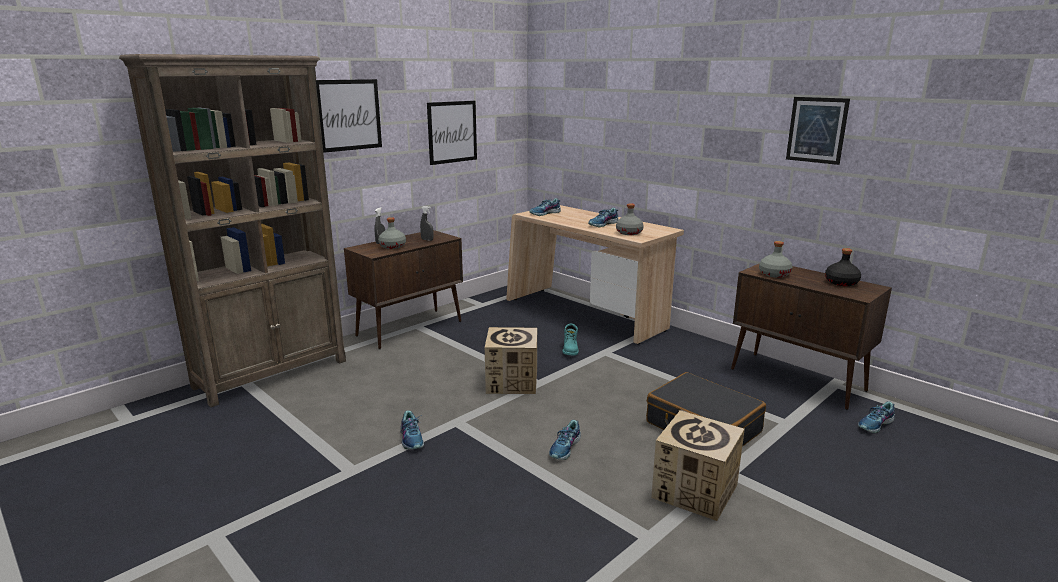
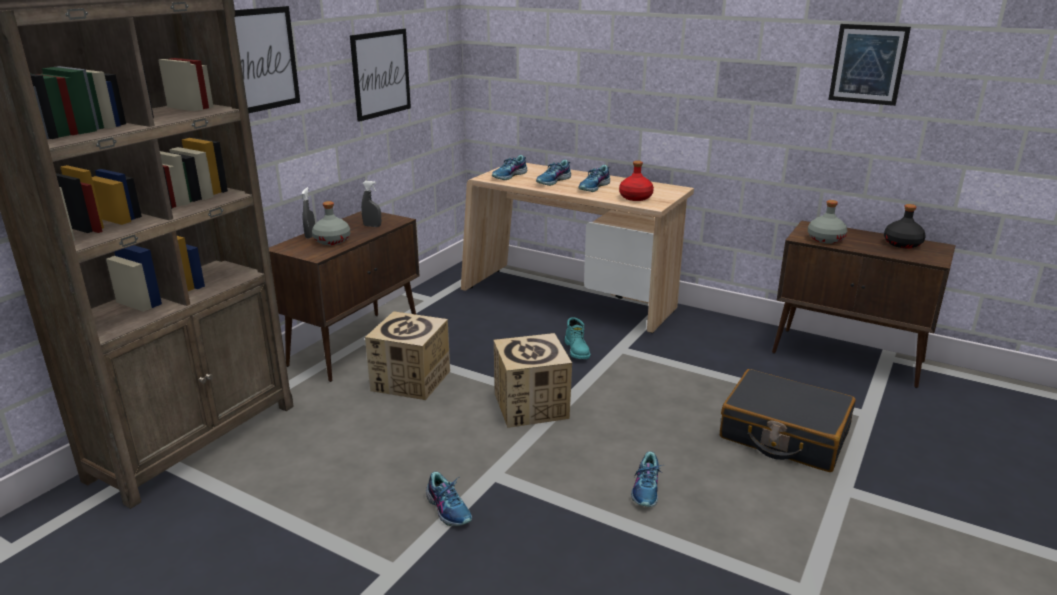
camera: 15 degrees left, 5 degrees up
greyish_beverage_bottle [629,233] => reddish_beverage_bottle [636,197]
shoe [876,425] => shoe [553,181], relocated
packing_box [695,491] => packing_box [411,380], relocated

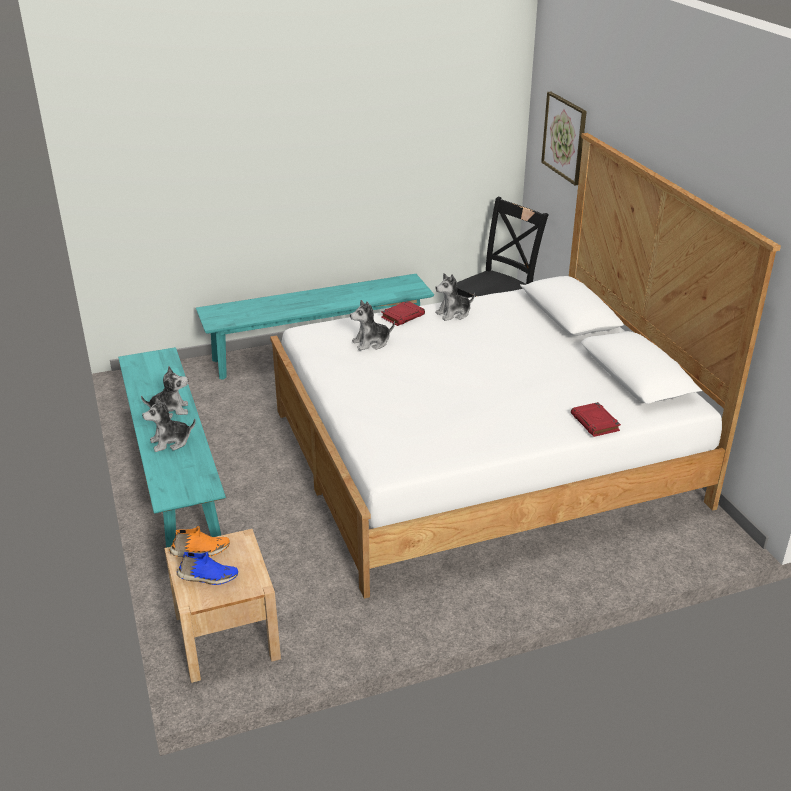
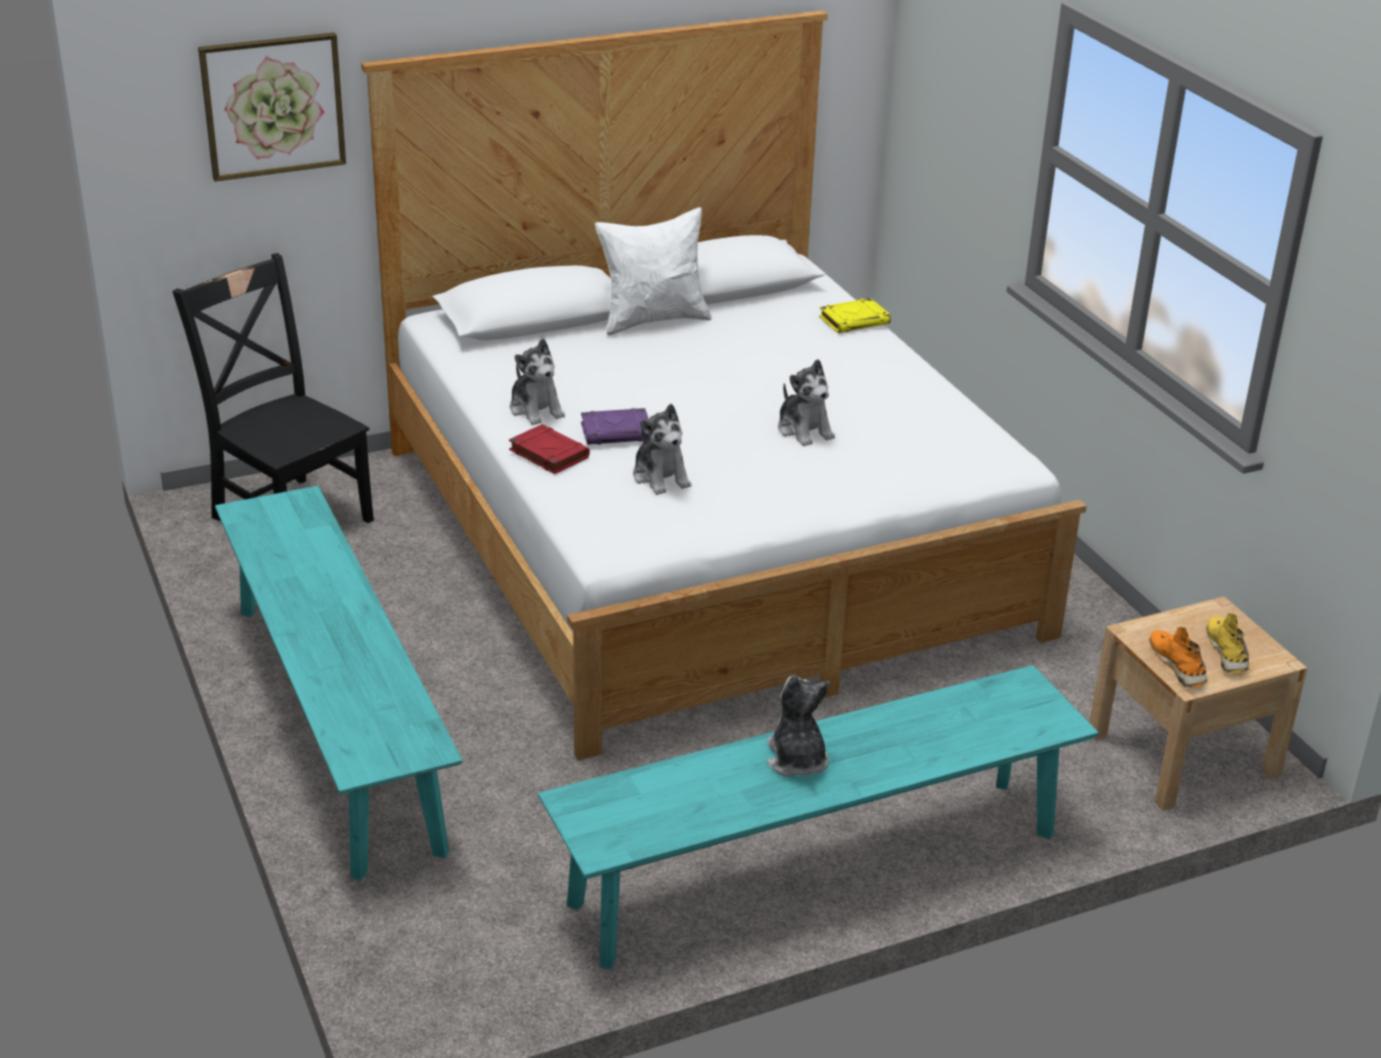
camera: 95 degrees left, 0 degrees up
soft_toy [170,442] => soft_toy [804,430], relocated
reddish_volume [595,423] => yellow-coloured_volume [854,320]
blue-coloured_shoe [208,577] => yellow-coloured_shoe [1227,652]
nothing => whitish_cushion [653,320]
nothing => purple_volume [617,432]

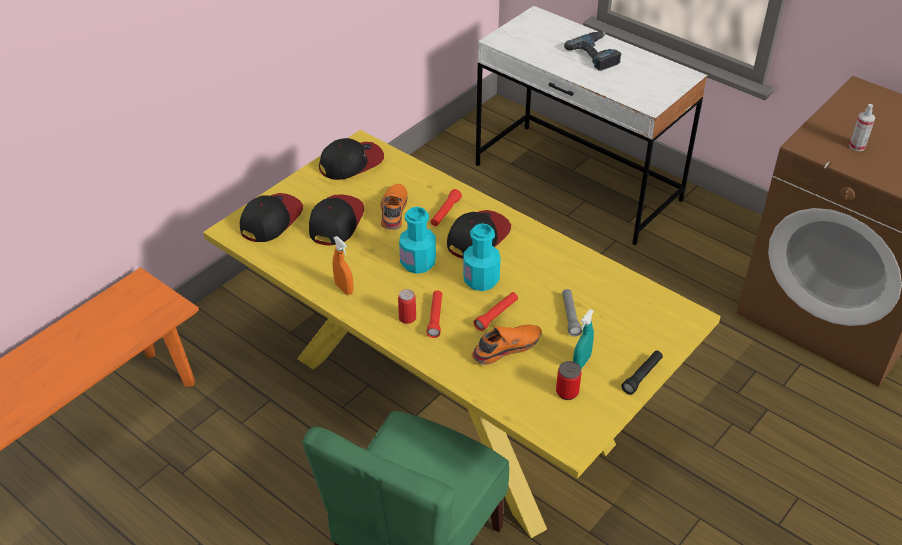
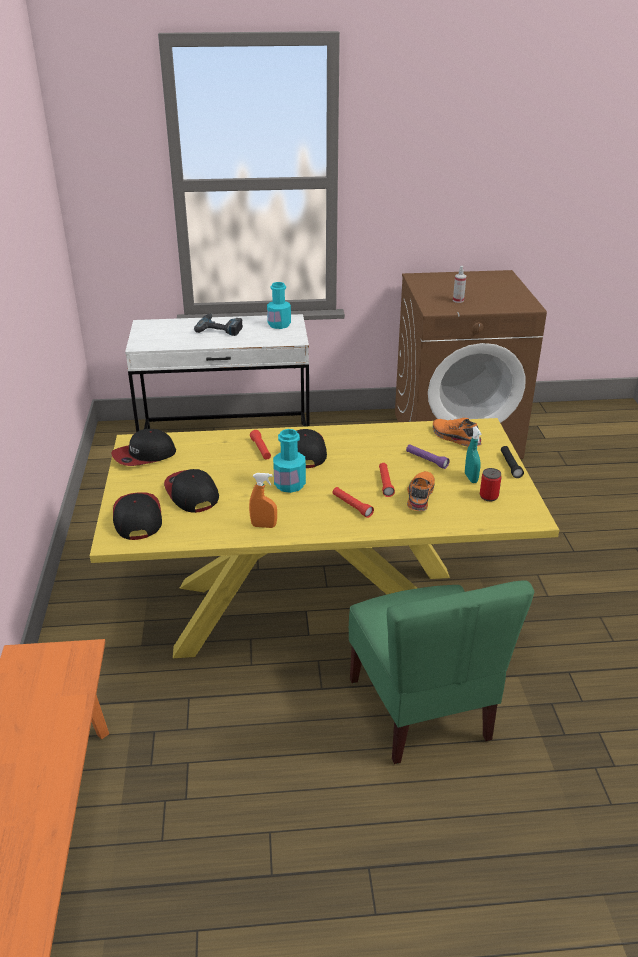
camera: 45 degrees left, 10 degrees down
peaked_cap [351,163] => peaked_cap [144,455], 135 degrees counterclockwise
orange-coloured_shoe [392,211] => orange-coloured_shoe [454,438], relocated
blue-green_beverage_bottle [481,280] => blue-green_beverage_bottle [279,325], relocated
metal_can [407,318] => nothing
greyish_hand_torch [570,316] => purple_hand_torch [426,460]

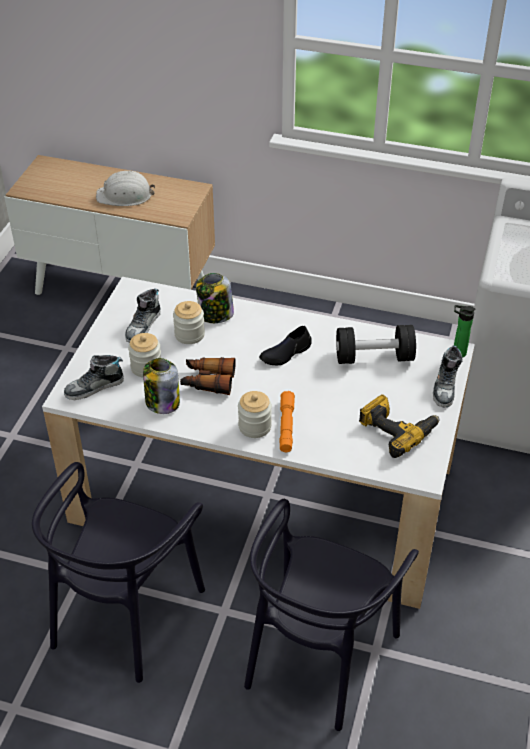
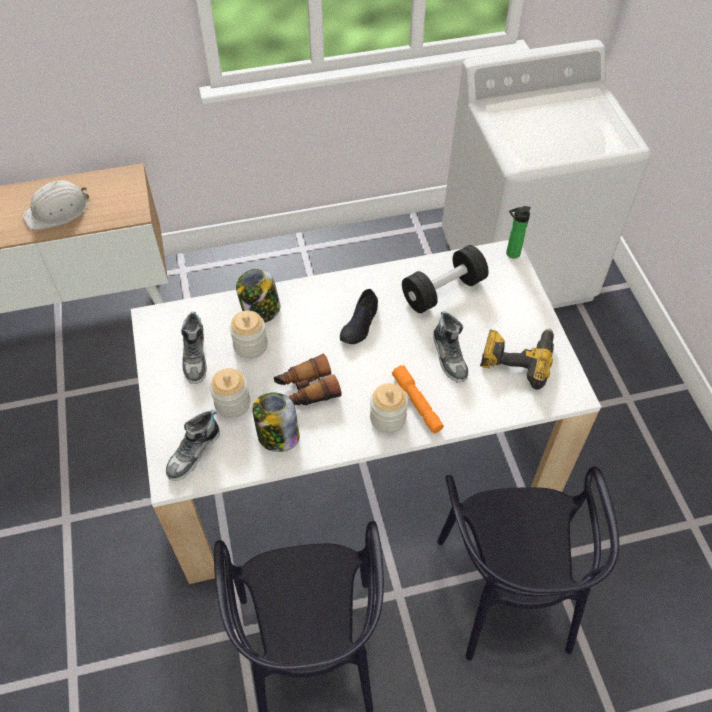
camera: 30 degrees left, 10 degrees up
shoe [445,387] => shoe [449,356], relocated

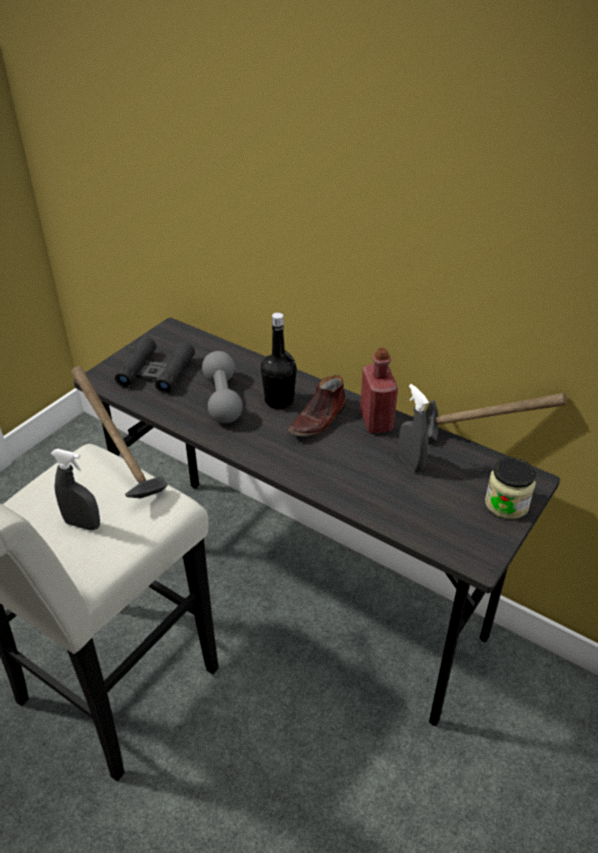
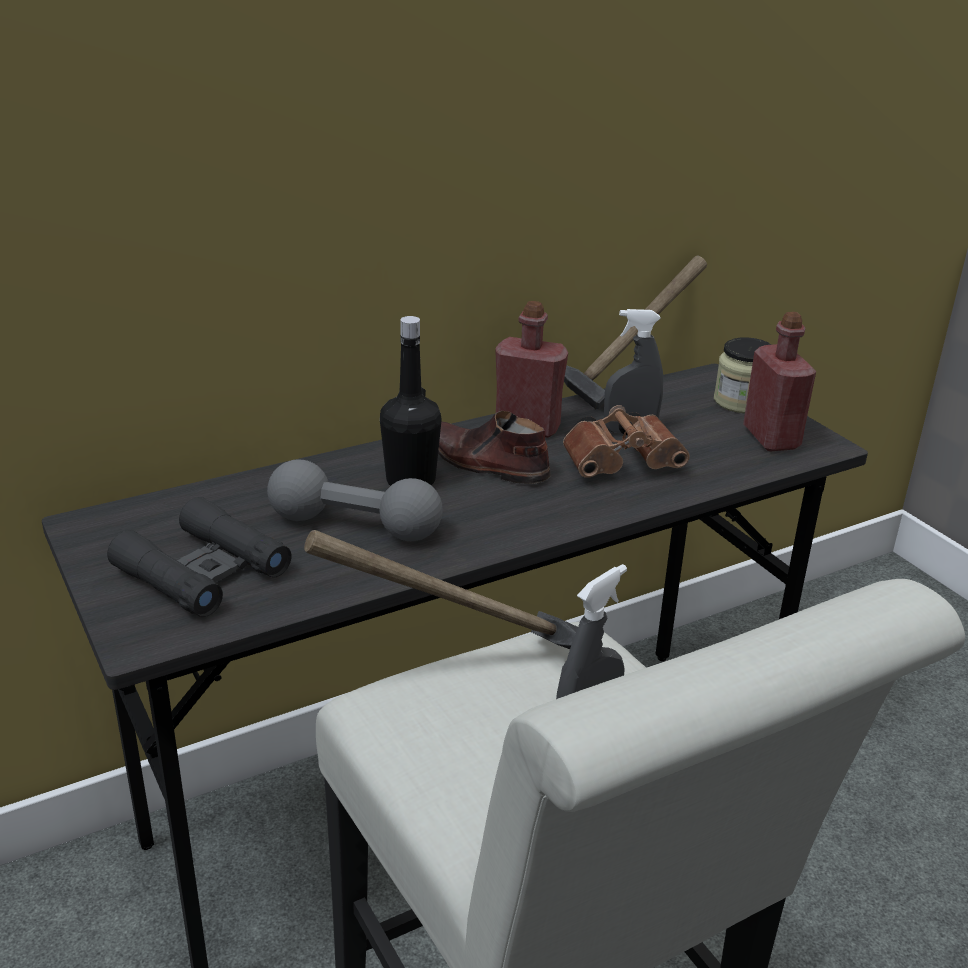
camera: 65 degrees left, 10 degrees down
brown-coloured_shoe [319,420] => brown-coloured_shoe [486,464], 150 degrees clockwise
nothing => reddish_beverage_bottle [771,438]
nothing => brown-coloured_pair_of_binoculars [624,465]

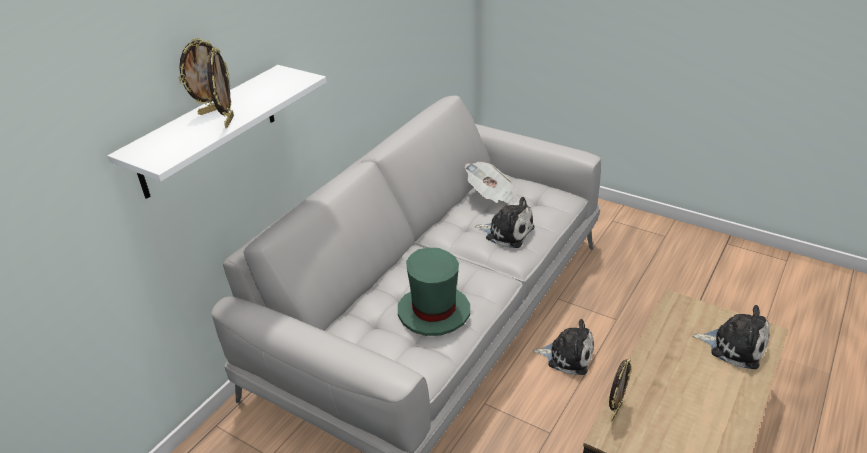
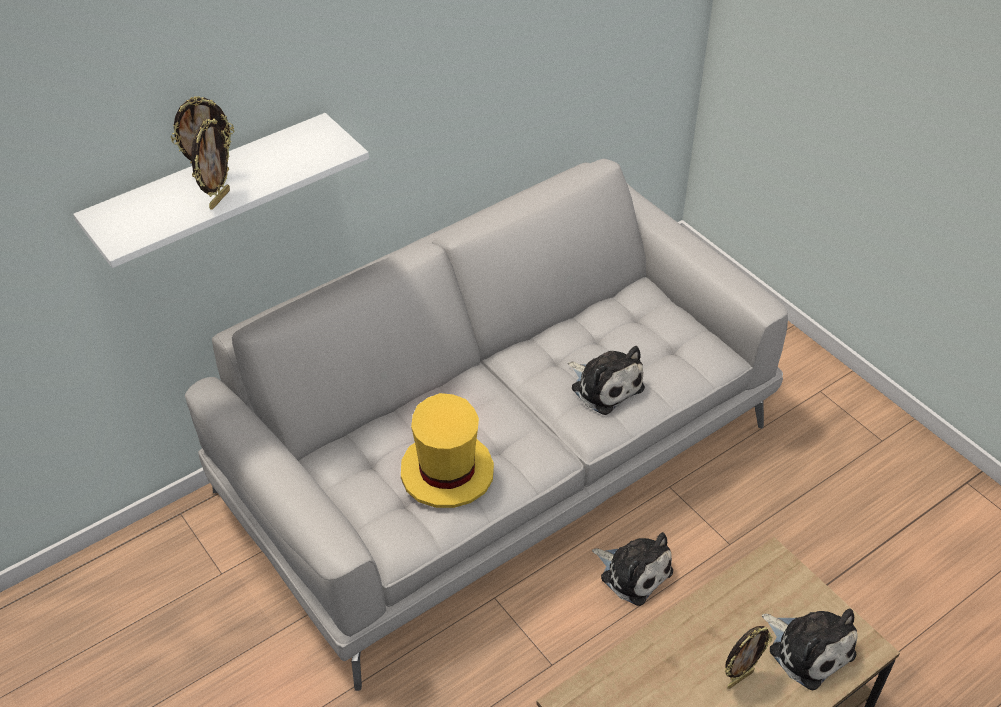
camera: 20 degrees right, 10 degrees up
daily_paper [492,196] => nothing
green_clothing_hat [433,312] => yellow-coloured_clothing_hat [446,472]
picture_frame [615,411] => picture_frame [739,678], relocated

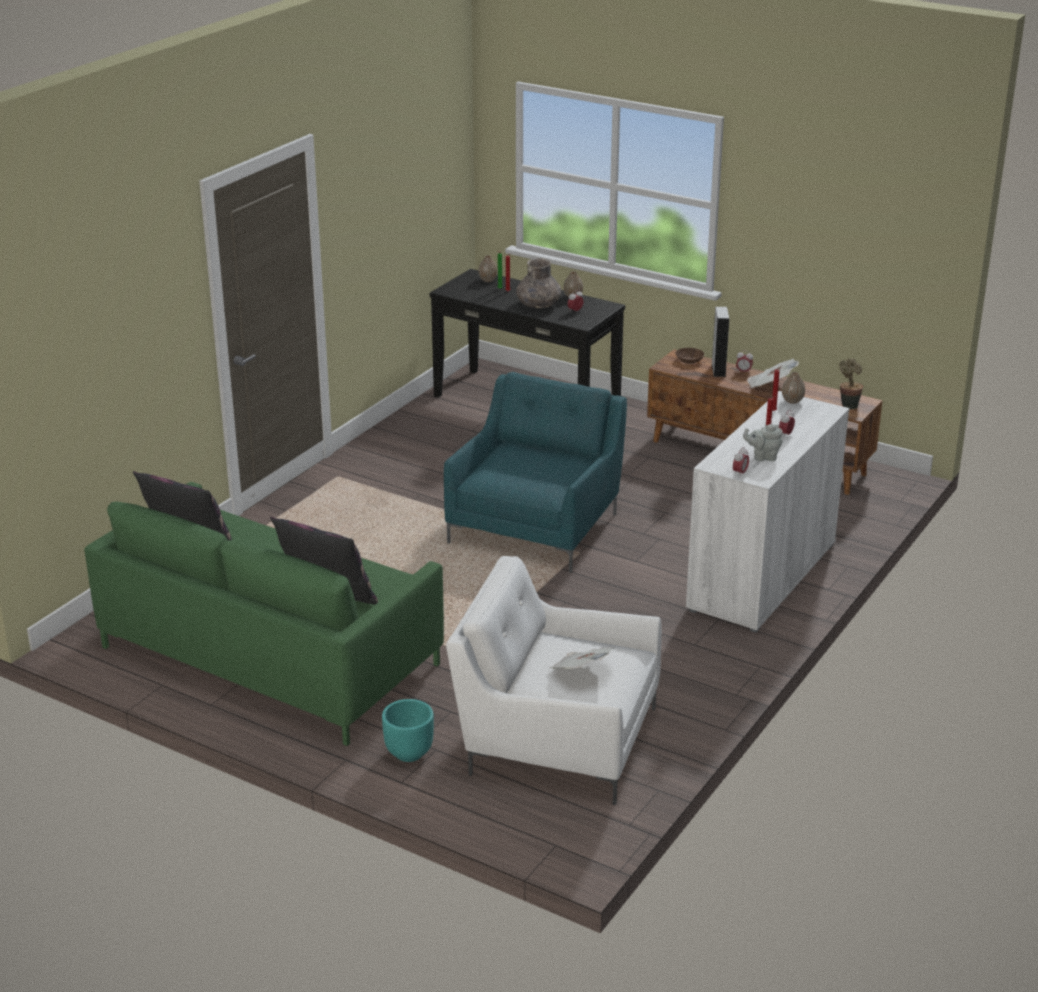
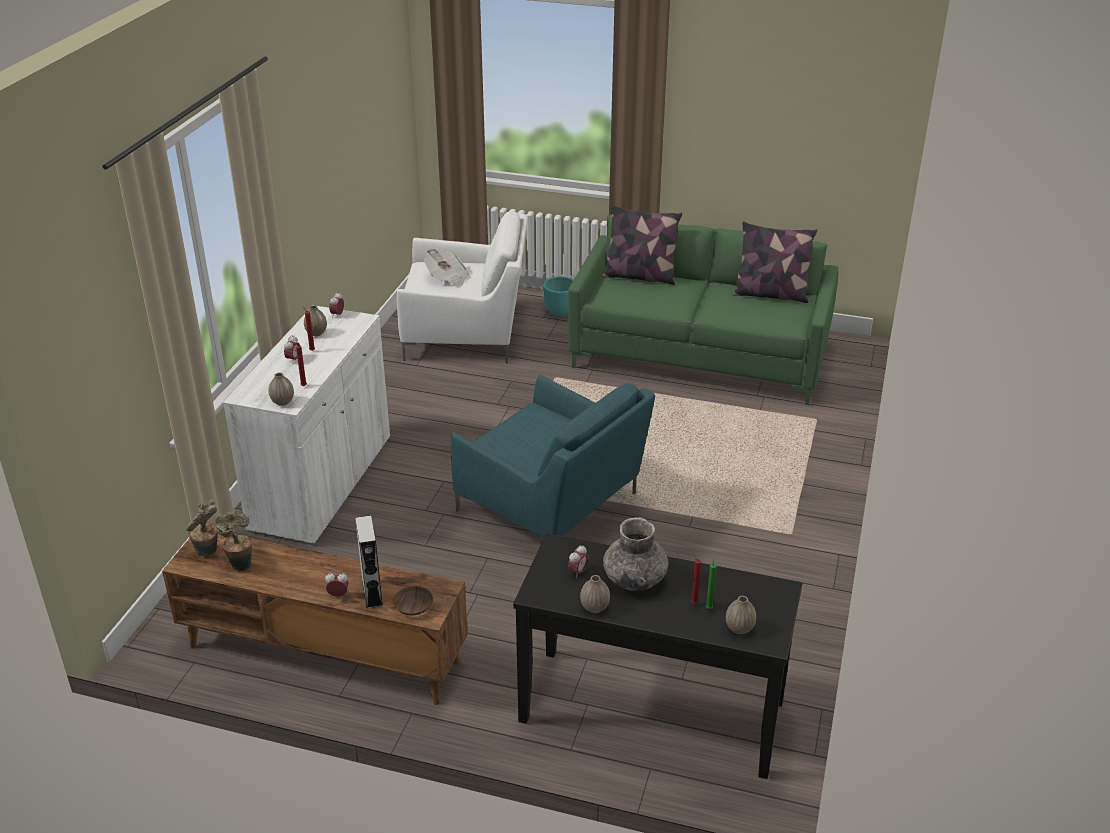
camera: 165 degrees right, 5 degrees up
daily_paper [770,385] => nothing
blue-green_armchair [536,525] => blue-green_armchair [552,506], 60 degrees counterclockwise
greyish_pot_for_tea [763,457] => vase [316,333]
nothing => houseplant [240,563]

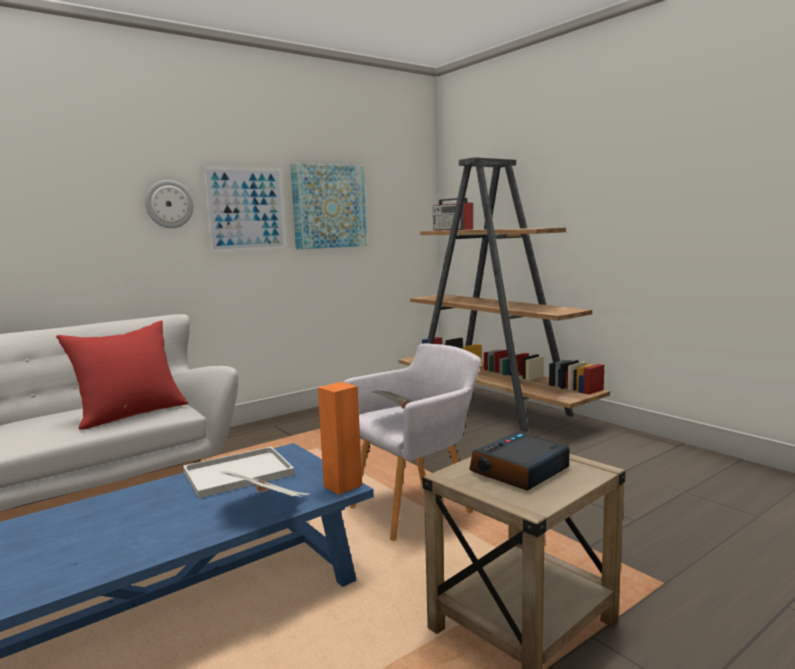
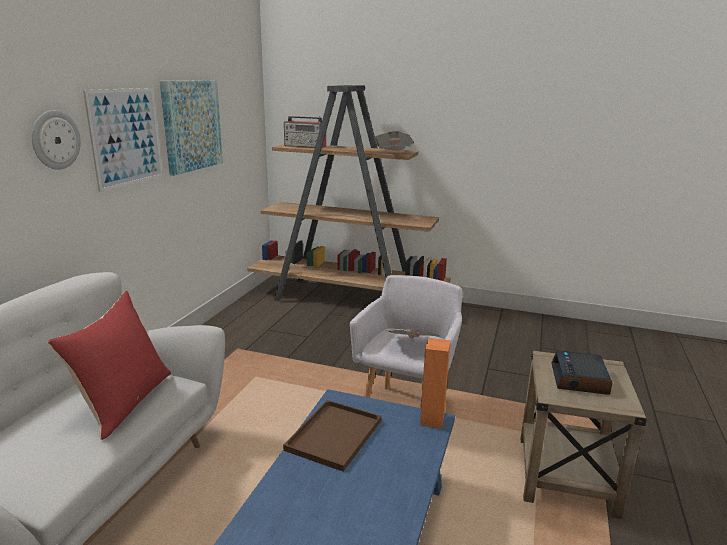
camera: 35 degrees left, 10 degrees up
whitish_serving_tray [240,472] => brown-coloured_serving_tray [334,434]
daily_paper [267,506] => daily_paper [393,153], relocated

